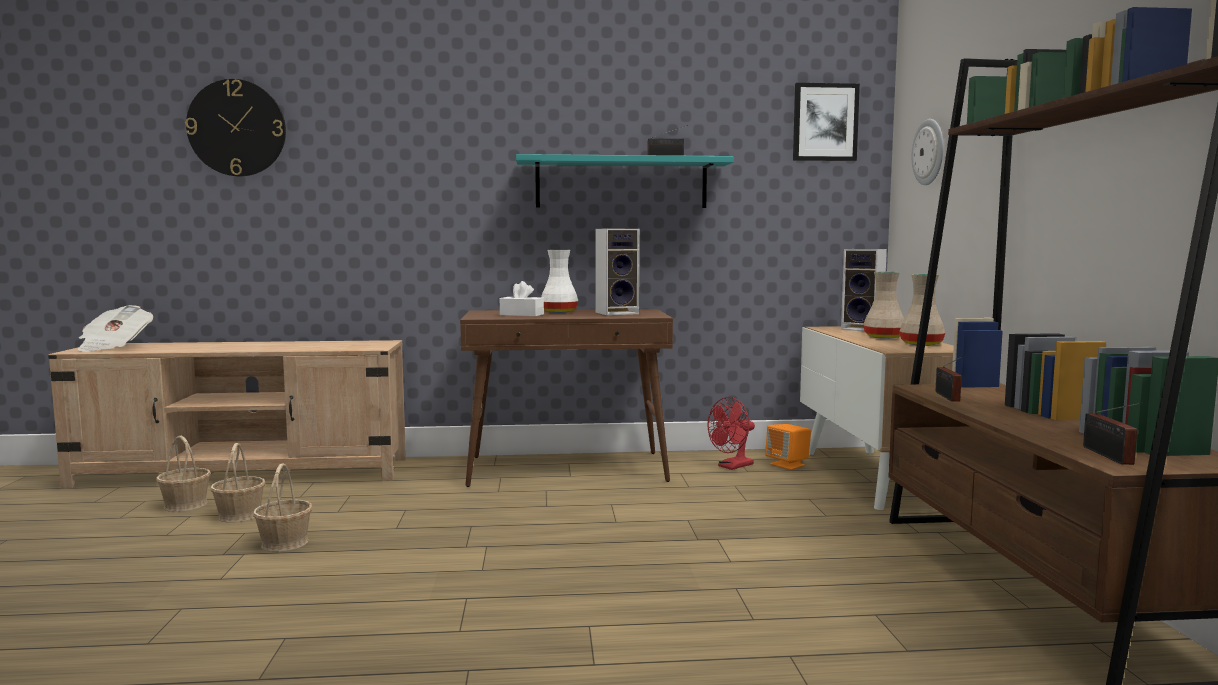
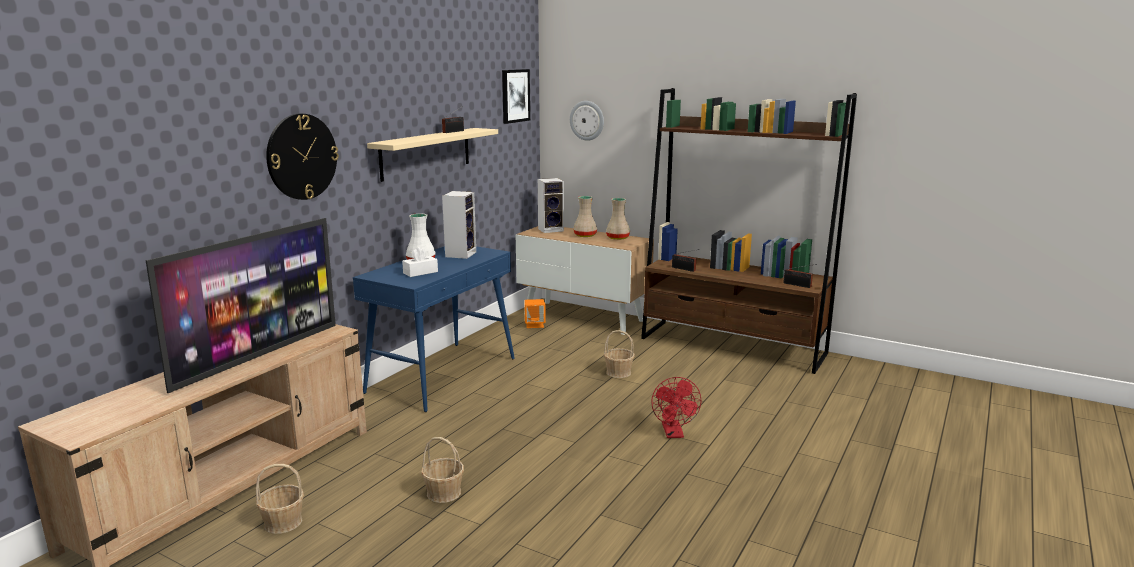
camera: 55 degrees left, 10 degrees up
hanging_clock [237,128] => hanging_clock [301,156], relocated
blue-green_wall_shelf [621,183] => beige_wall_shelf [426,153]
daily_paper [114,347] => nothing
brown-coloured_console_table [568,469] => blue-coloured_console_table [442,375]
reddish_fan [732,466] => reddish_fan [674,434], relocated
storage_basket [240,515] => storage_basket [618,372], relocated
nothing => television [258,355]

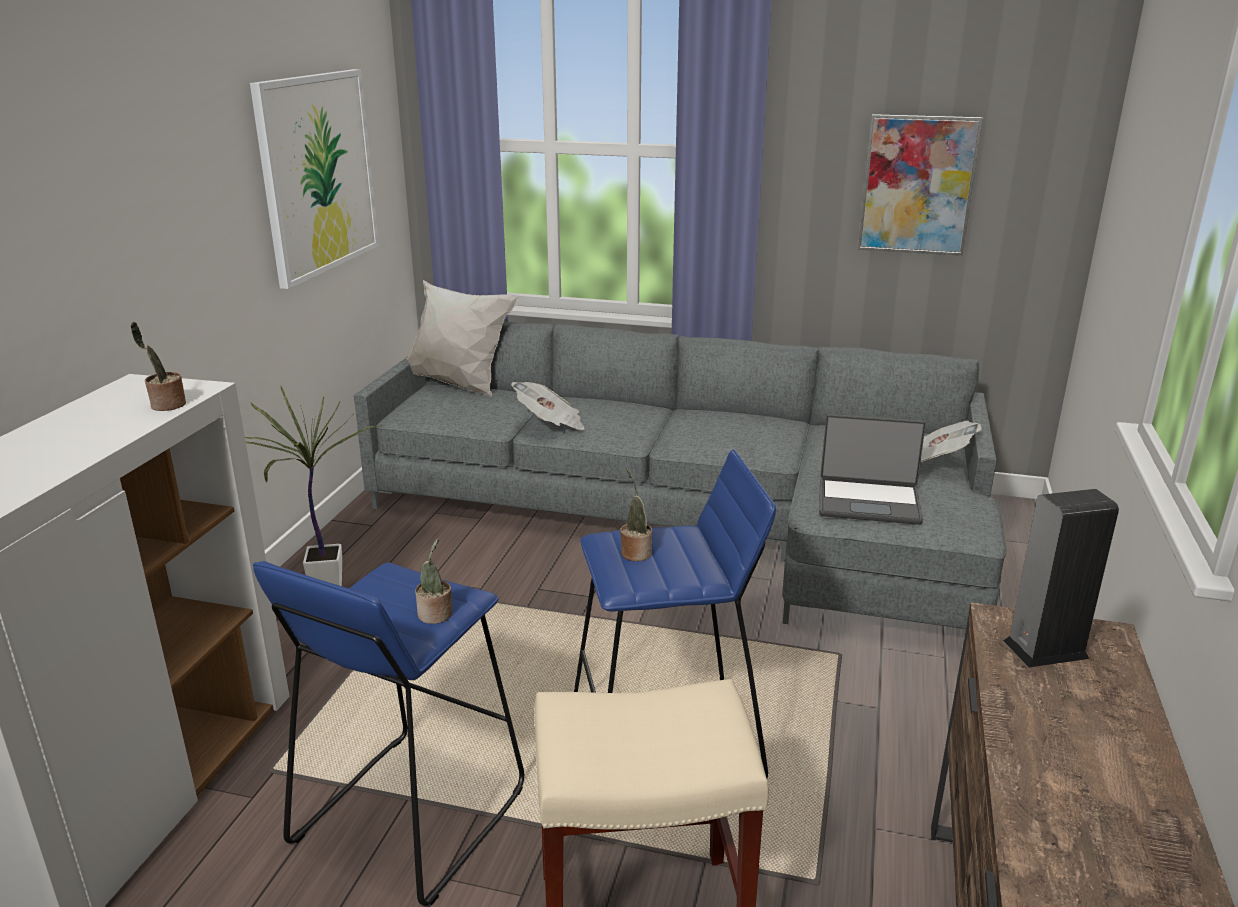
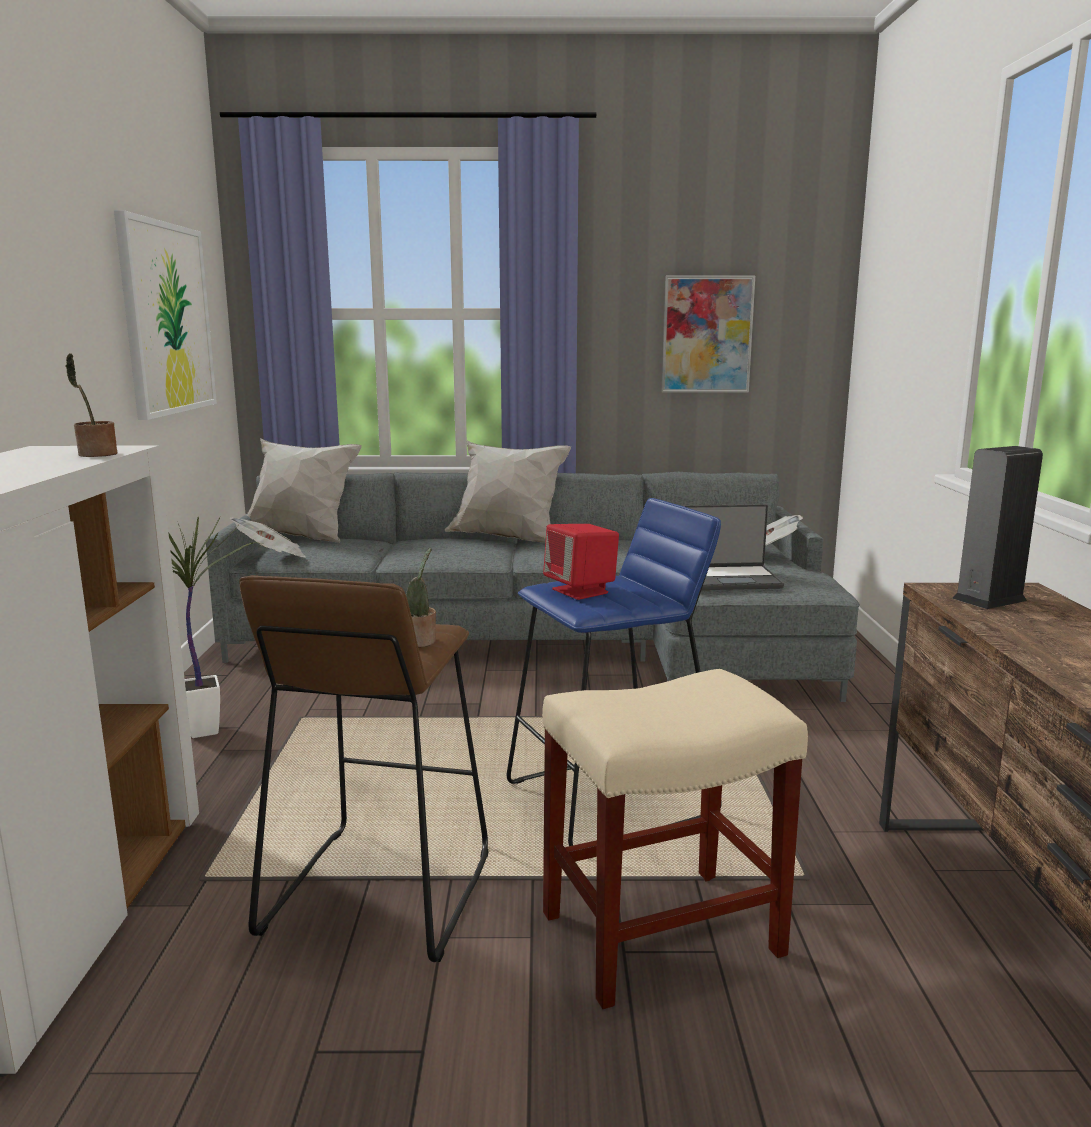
camera: 15 degrees left, 10 degrees down
daily_paper [550,424] => daily_paper [271,556], relocated
houseplant [635,552] => reddish_audio_speaker [581,591]
blue-coloured_sitting_stool [408,816] => brown-coloured_sitting_stool [377,893]
nothing => whitish_cushion [508,539]

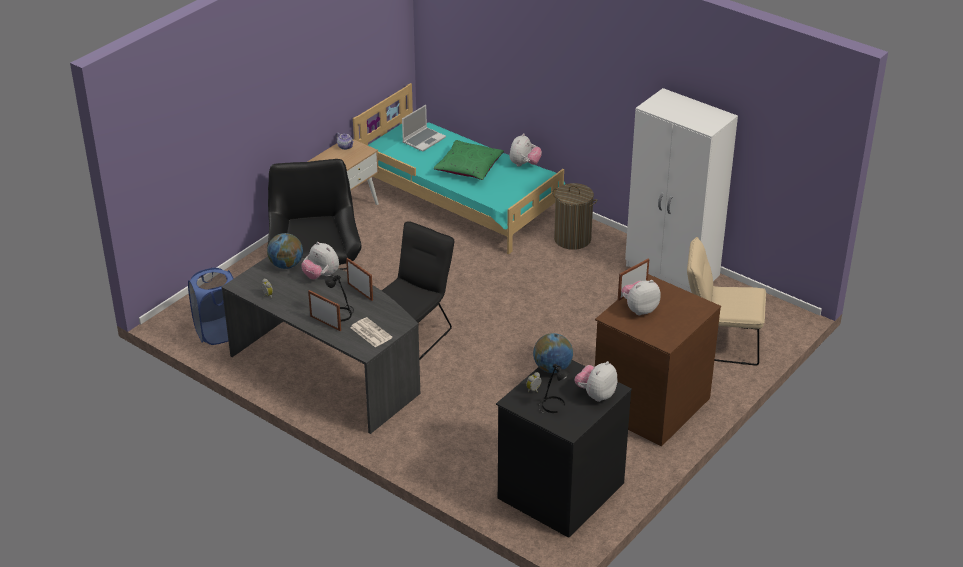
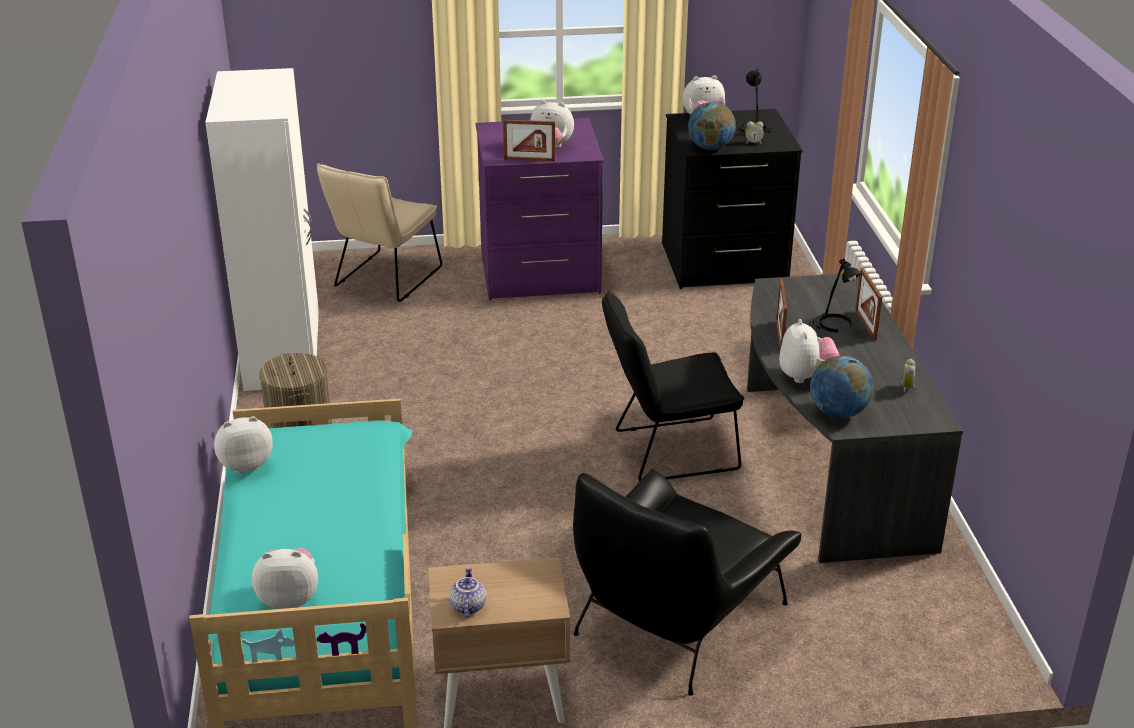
camera: 135 degrees left, 5 degrees down
notebook_computer [424,140] => soft_toy [289,599]
green_cushion [469,168] => nothing
beige_plain_chair [719,343] => beige_plain_chair [384,280], 60 degrees clockwise
blue-coloured_laundry_basket [218,332] => nothing
brown-coloured_drawer_chest [649,404] => purple_drawer_chest [539,274]
daily_paper [370,332] => nothing

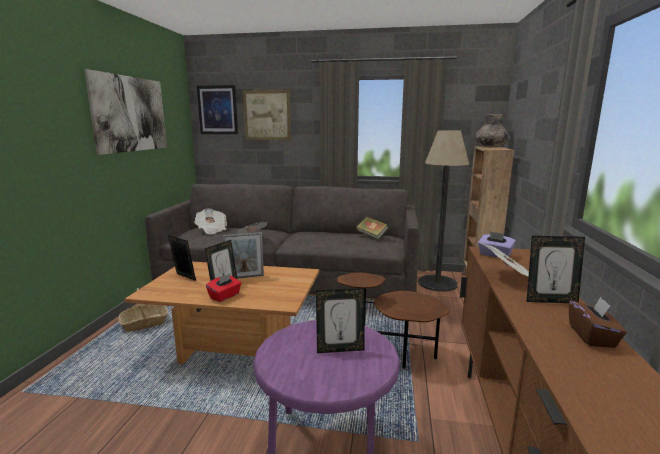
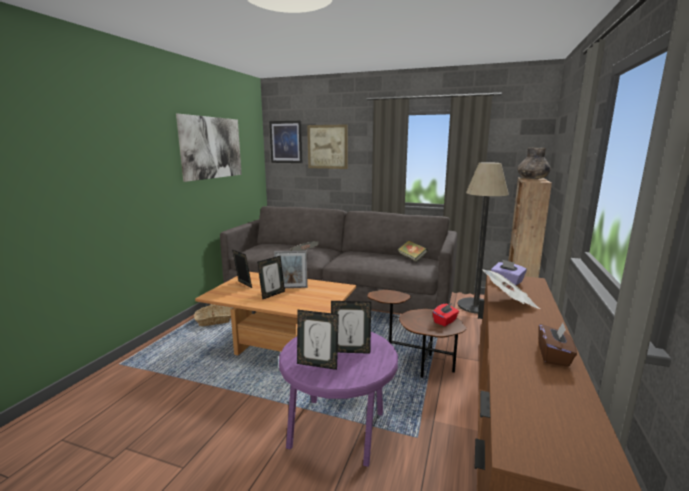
camera: 10 degrees right, 0 degrees up
daily_paper [211,230] => nothing
picture_frame [550,300] => picture_frame [317,364], relocated
reddish_box_of_tissues [225,296] => reddish_box_of_tissues [445,321], relocated

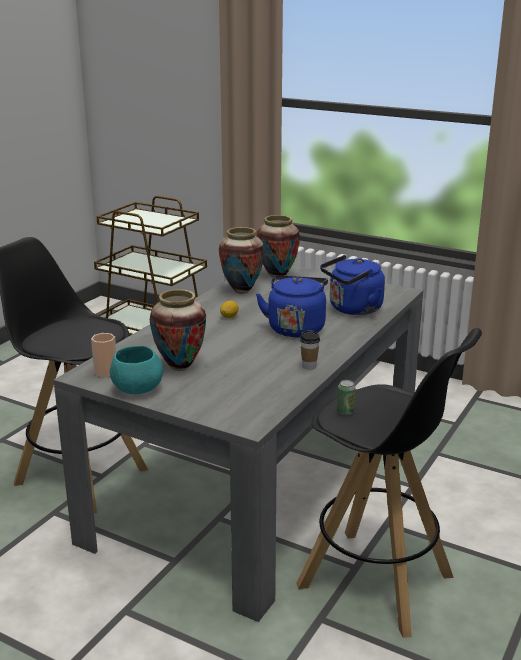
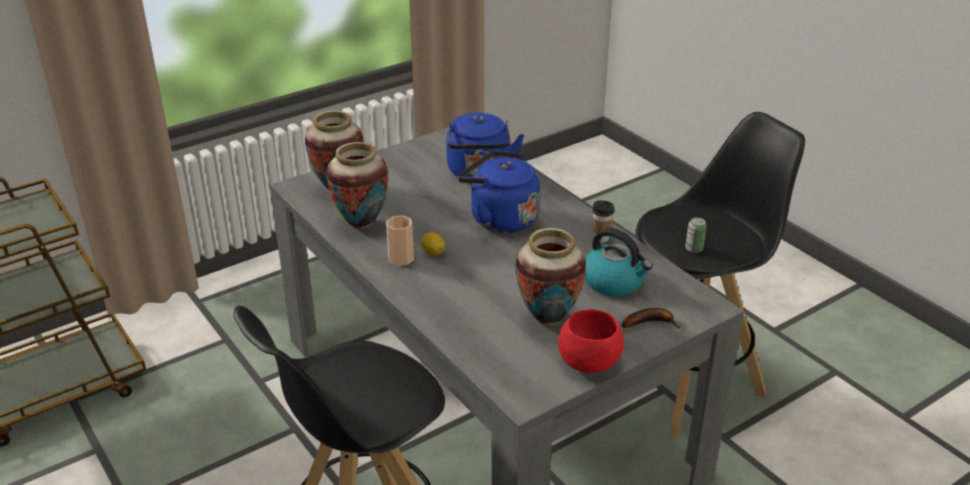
camera: 65 degrees left, 10 degrees up
small_cup [106,372] => small_cup [401,258], relocated
blue-green_bowl [137,389] => reddish_bowl [588,362]
nothing => tea_kettle [614,282]
nothing => banana_fruit [650,322]

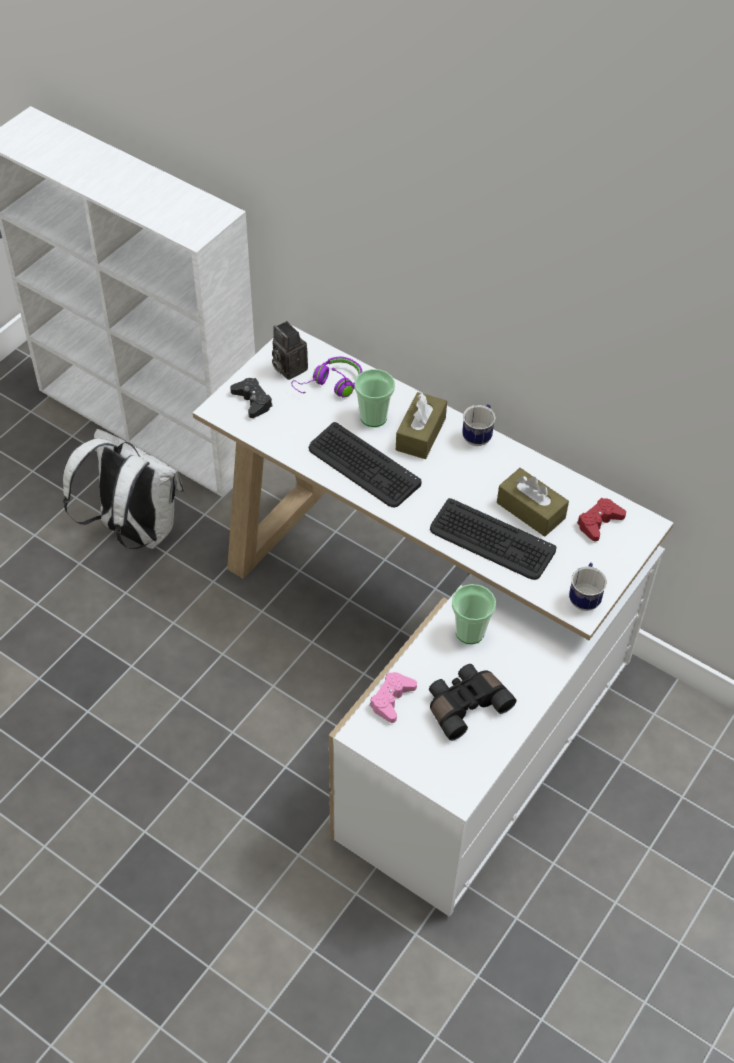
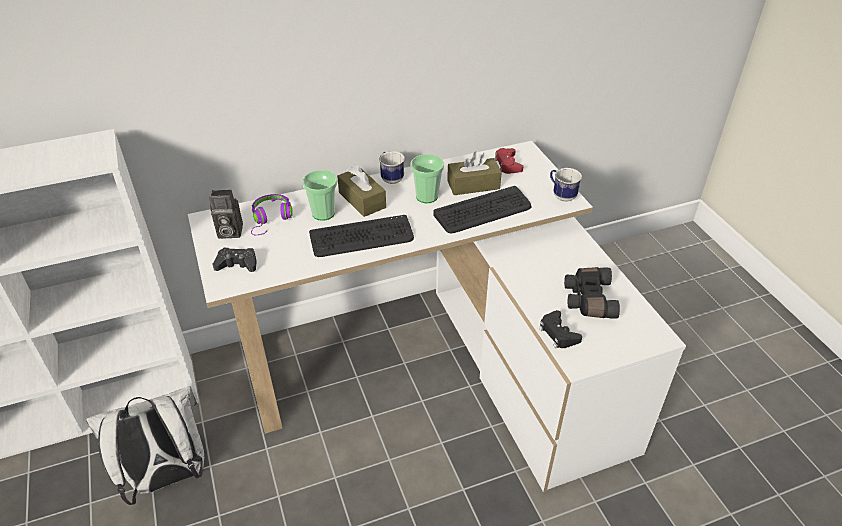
camera: 55 degrees left, 10 degrees down
small_cup [470,632] => small_cup [426,196], relocated
pink_game_controller [391,699] => blackish_game_controller [558,334]

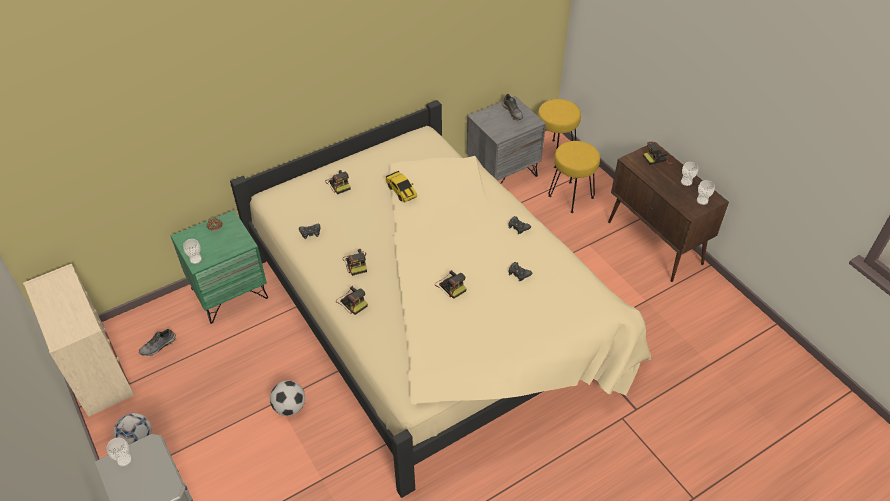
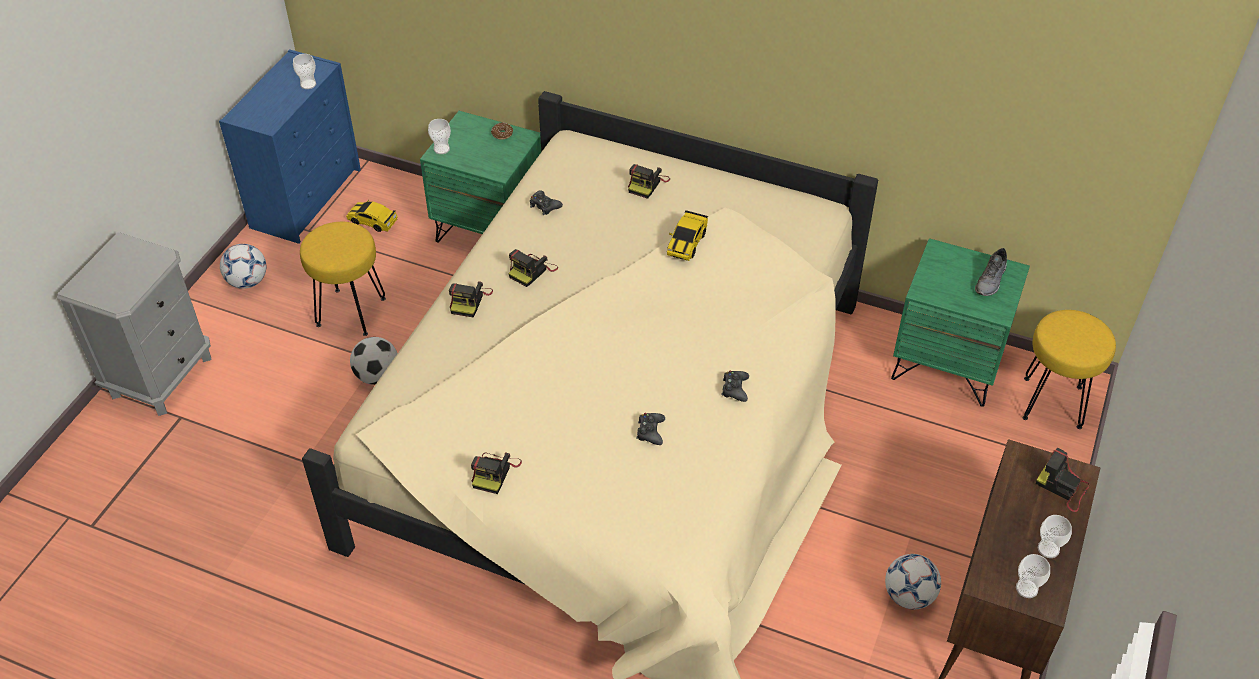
camera: 55 degrees right, 0 degrees up
greyish_bedside_table [502,172] => green_bedside_table [947,364]
yellow-coloured_sitting_stool [571,197] => yellow-coloured_sitting_stool [350,312], relocated
beige_drawer_chest [96,370] => blue-coloured_drawer_chest [307,197]
photo_camera [450,286] => photo_camera [495,472], relocated
greyish_shoe [158,346] => toy_car [372,221]
small_cup [124,460] => small_cup [308,84], relocated
nothing => ball_for_football [908,596]

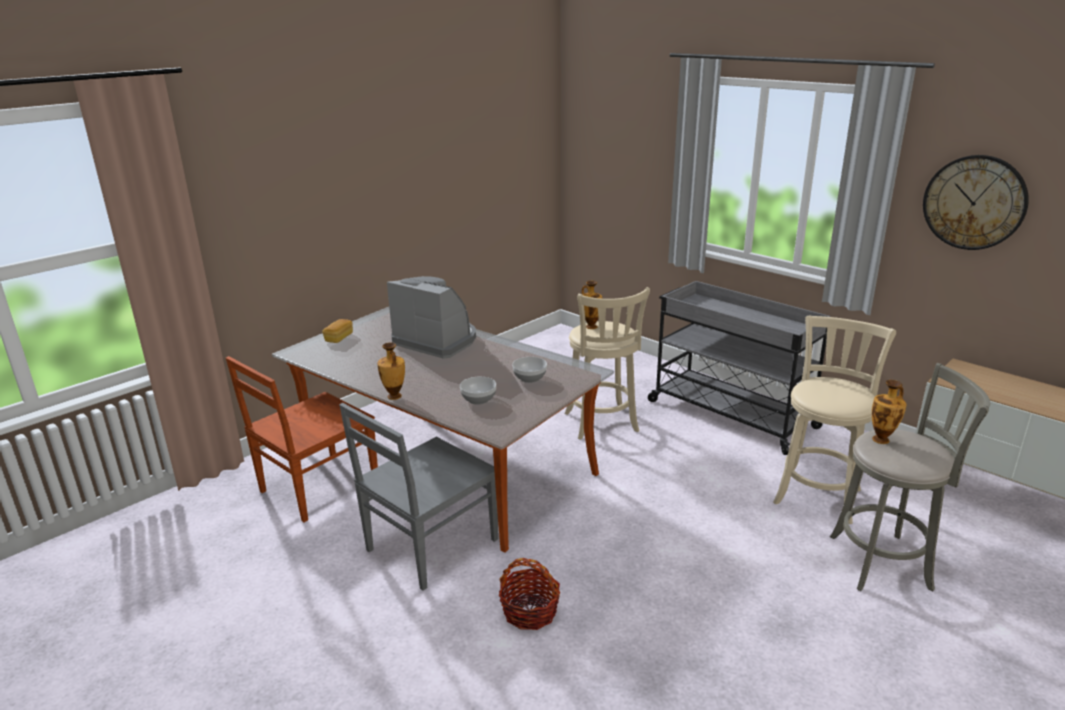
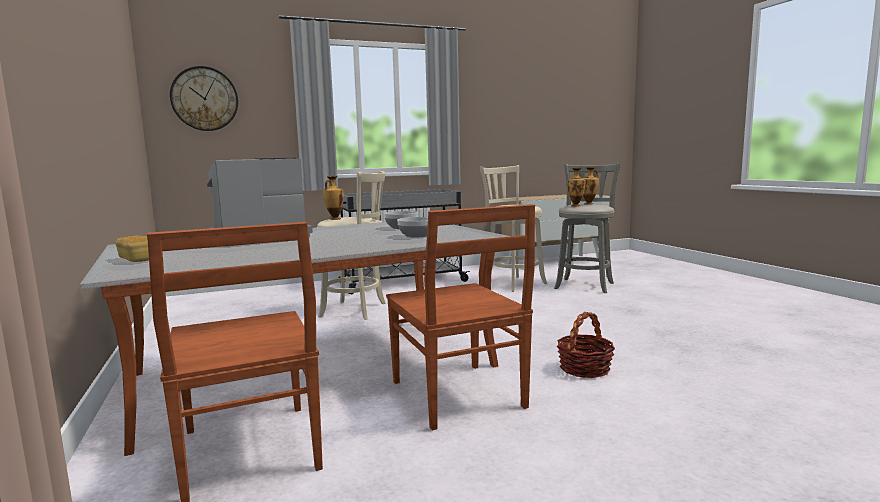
camera: 65 degrees left, 15 degrees down
hanging_clock [974,202] => hanging_clock [204,99], relocated
vase [394,397] => vase [589,204], relocated
greyish_plain_chair [429,546] => brown-coloured_plain_chair [458,396]

